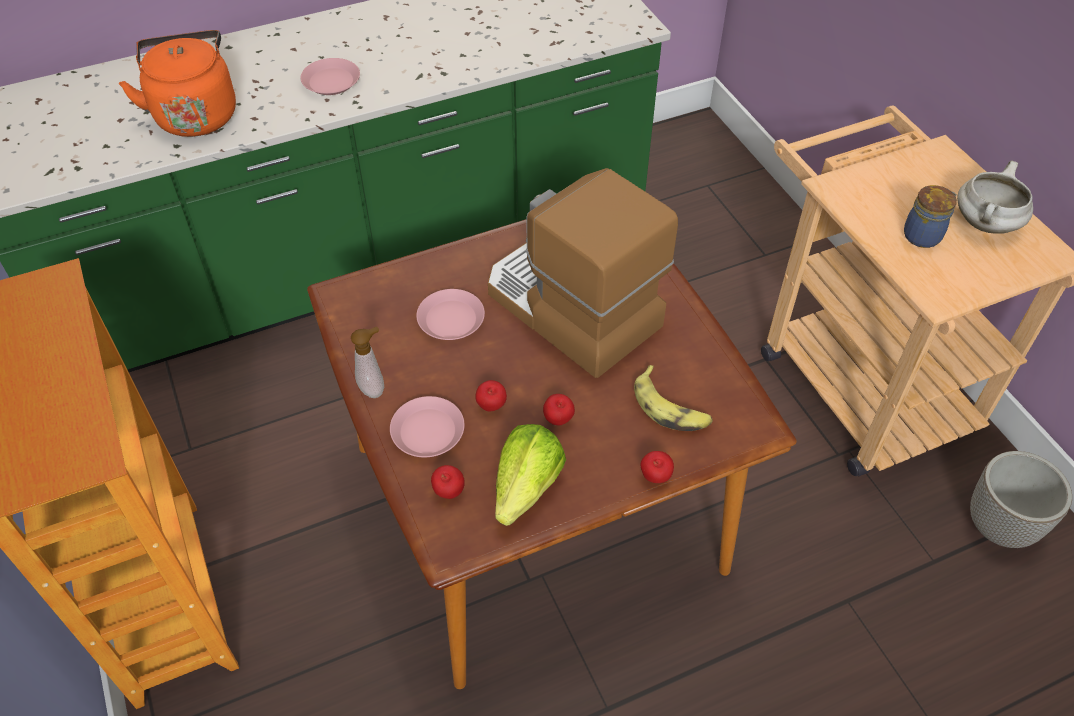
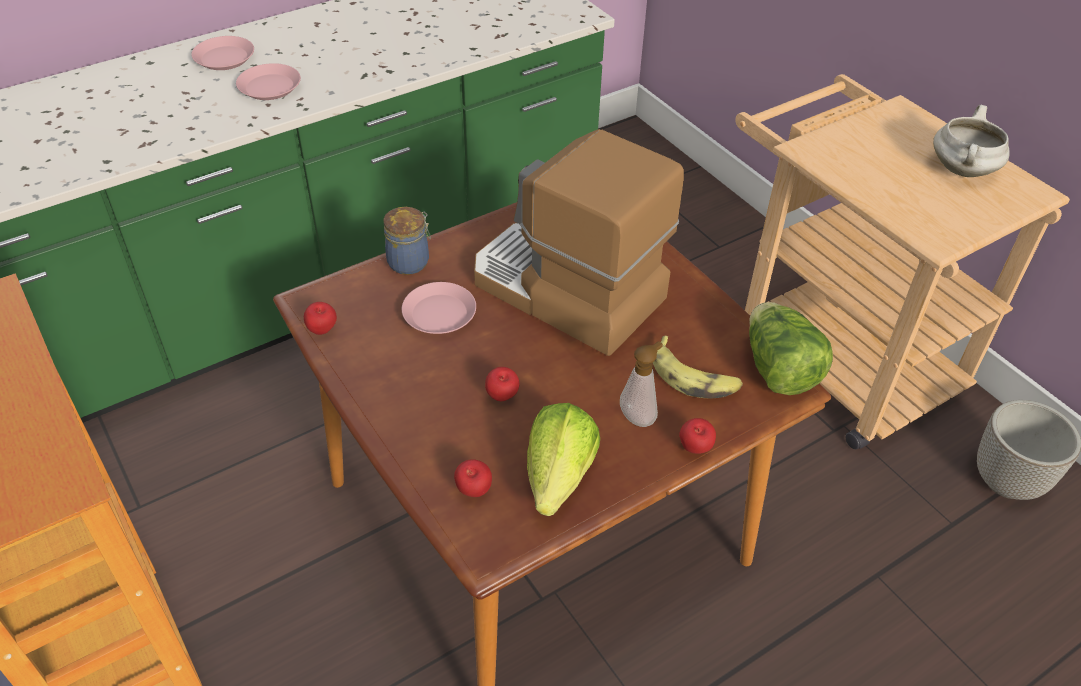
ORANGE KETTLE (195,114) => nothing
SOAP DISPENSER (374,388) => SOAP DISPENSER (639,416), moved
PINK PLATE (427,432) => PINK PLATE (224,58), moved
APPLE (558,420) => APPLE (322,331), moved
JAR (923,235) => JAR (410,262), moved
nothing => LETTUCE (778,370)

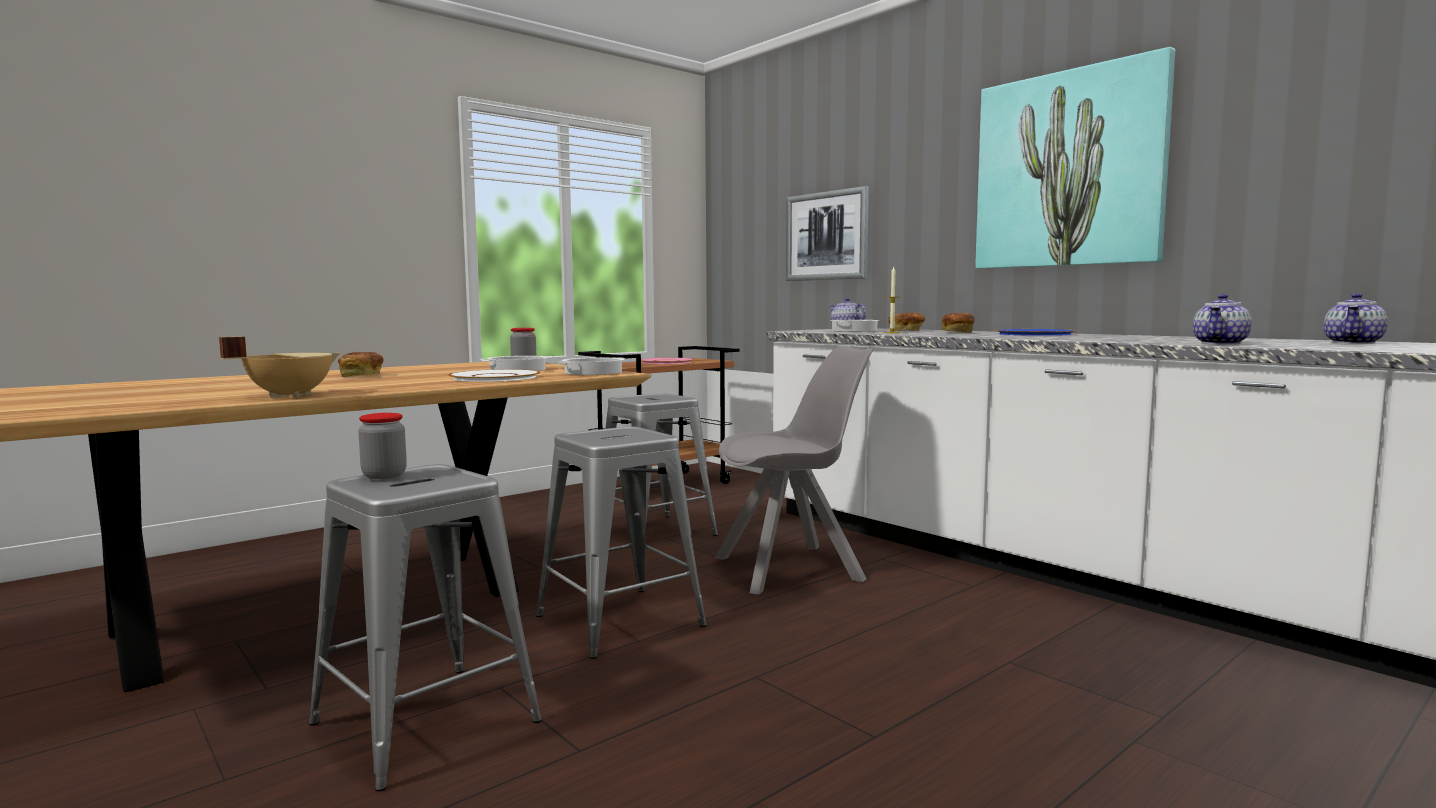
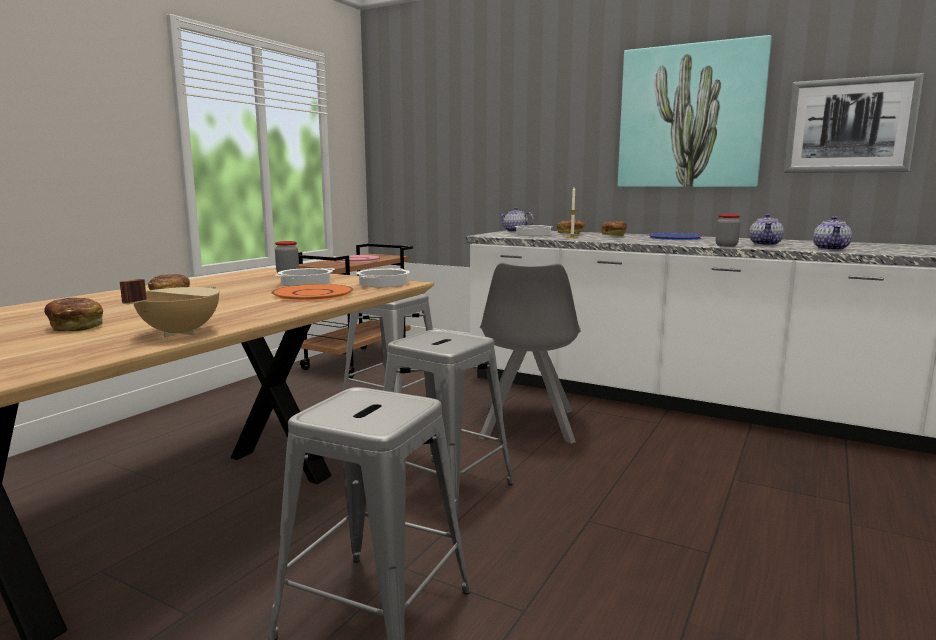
JAR (384,476) => JAR (726,246), moved
WHITE PLATE (495,377) => ORANGE PLATE (313,294)
GREY CHAIR (792,569) => GREY CHAIR (527,425), 135 degrees clockwise
PICTURE (826,236) => PICTURE (849,126), moved
TEAPOT (1354,342) => TEAPOT (765,244), moved
nothing => BREAD (76,327)

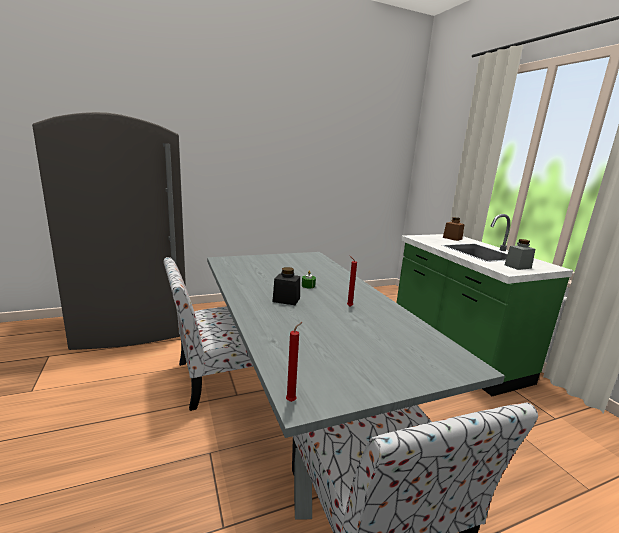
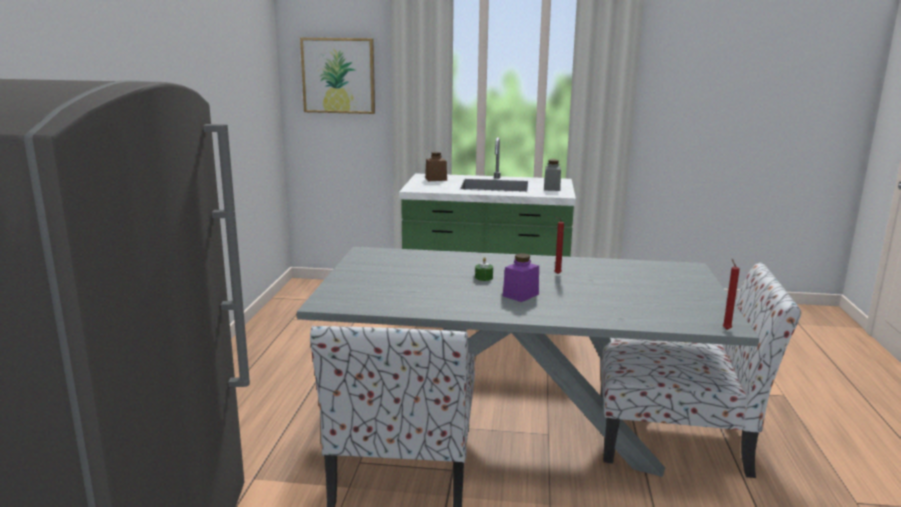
BLACK JAR (286,300) => PURPLE JAR (520,295)
nothing => PICTURE (338,75)

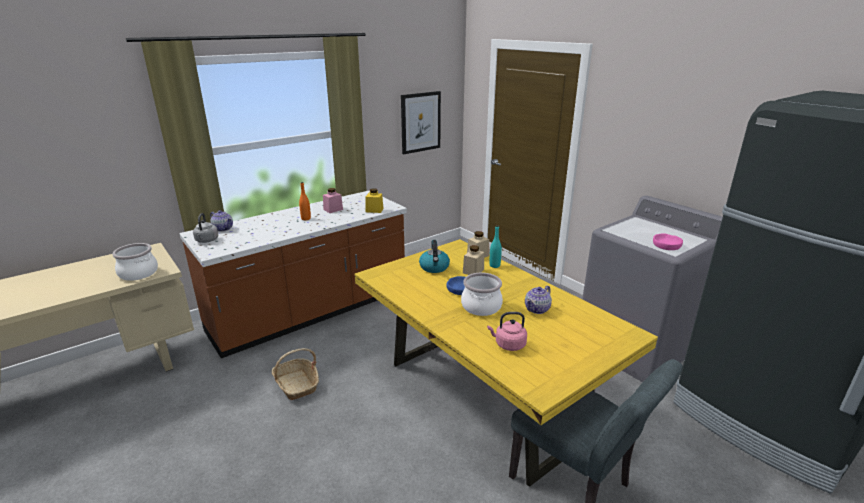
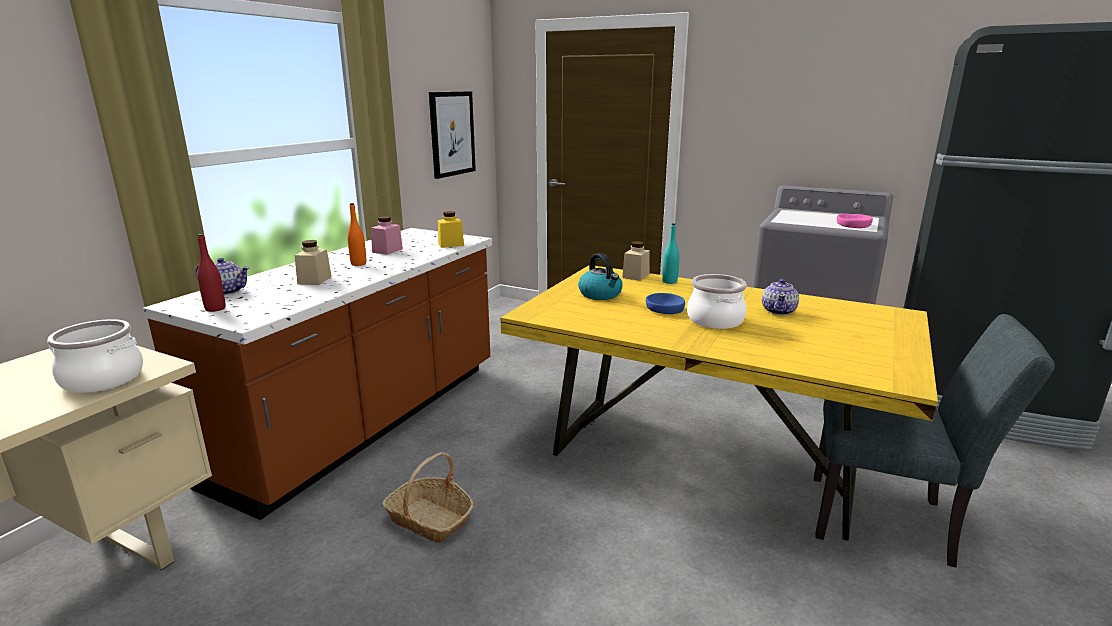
GREY KETTLE (206,241) => RED BOTTLE (215,308)
BEIGE JAR (473,271) => BEIGE JAR (314,280), moved
PINK KETTLE (508,345) => nothing

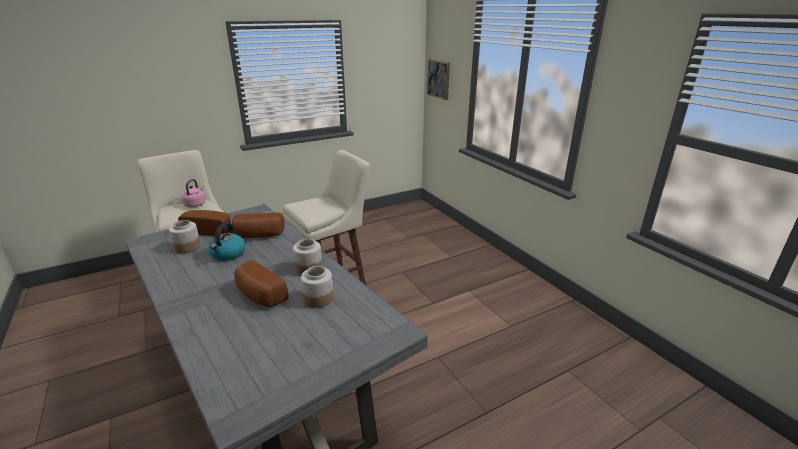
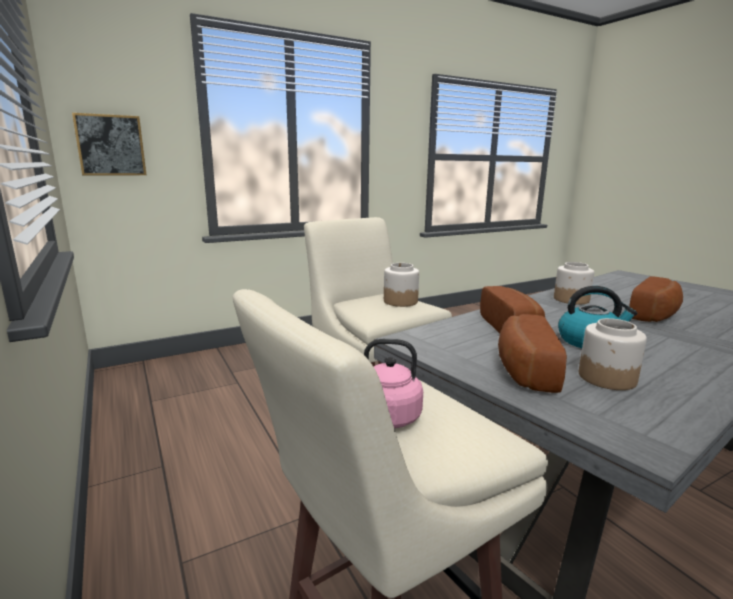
JAR (319,298) => JAR (400,301), moved

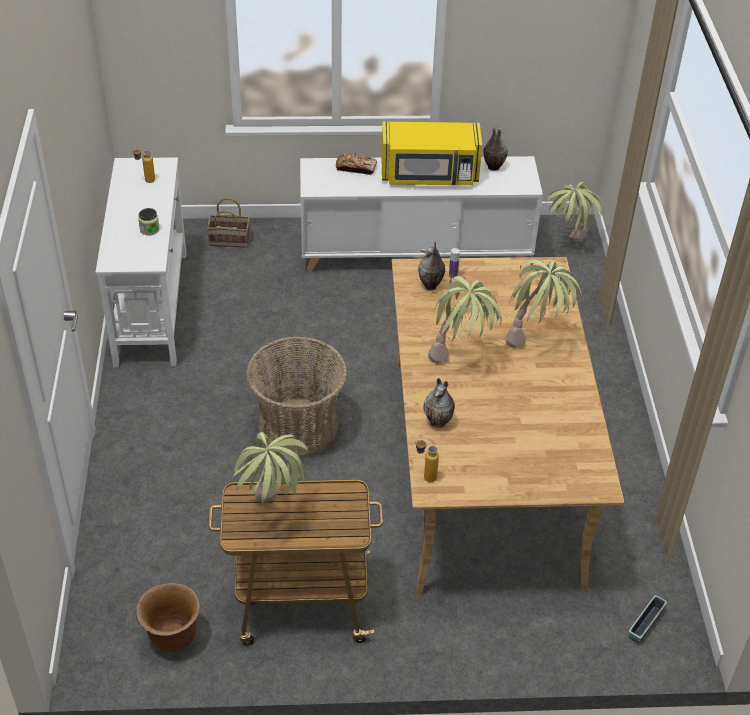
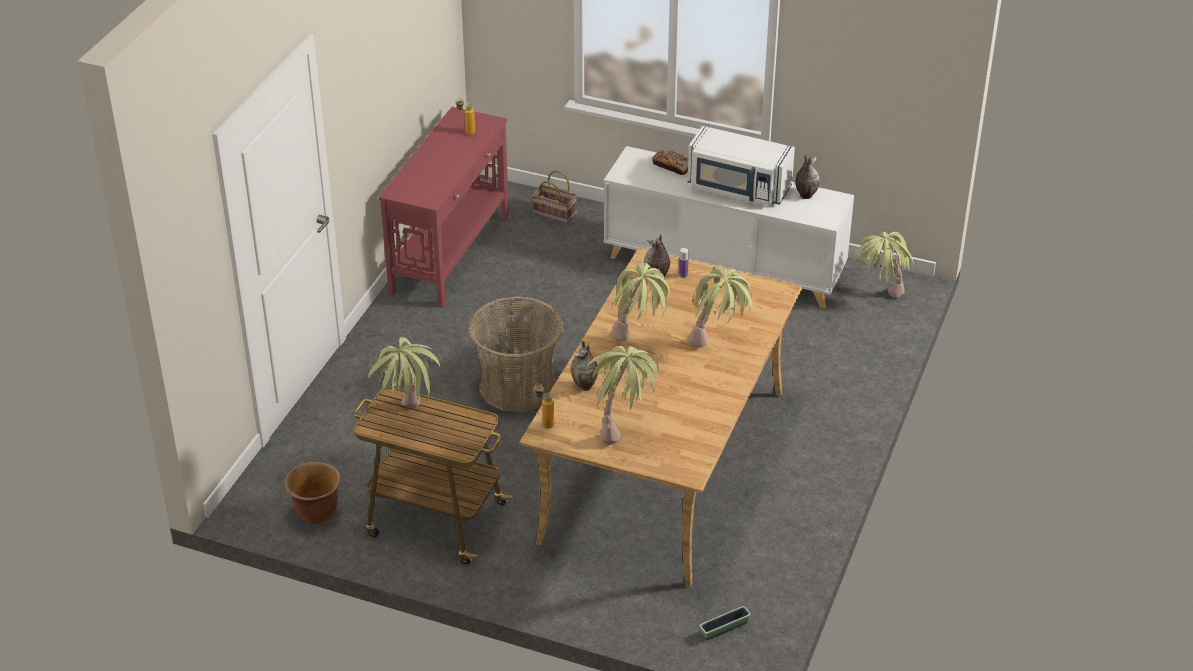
WHITE CONSOLE TABLE (152,306) => RED CONSOLE TABLE (451,253)
JAR (149,229) => nothing
YELLOW MICROWAVE (429,175) => WHITE MICROWAVE (738,188)
nothing => POTTED PLANT (624,428)

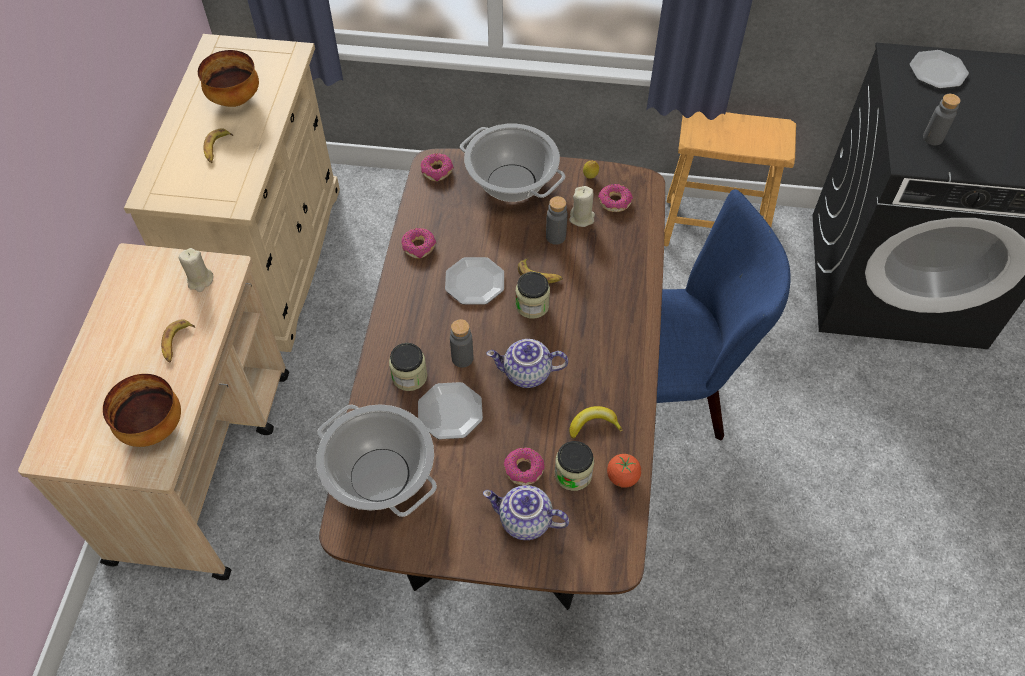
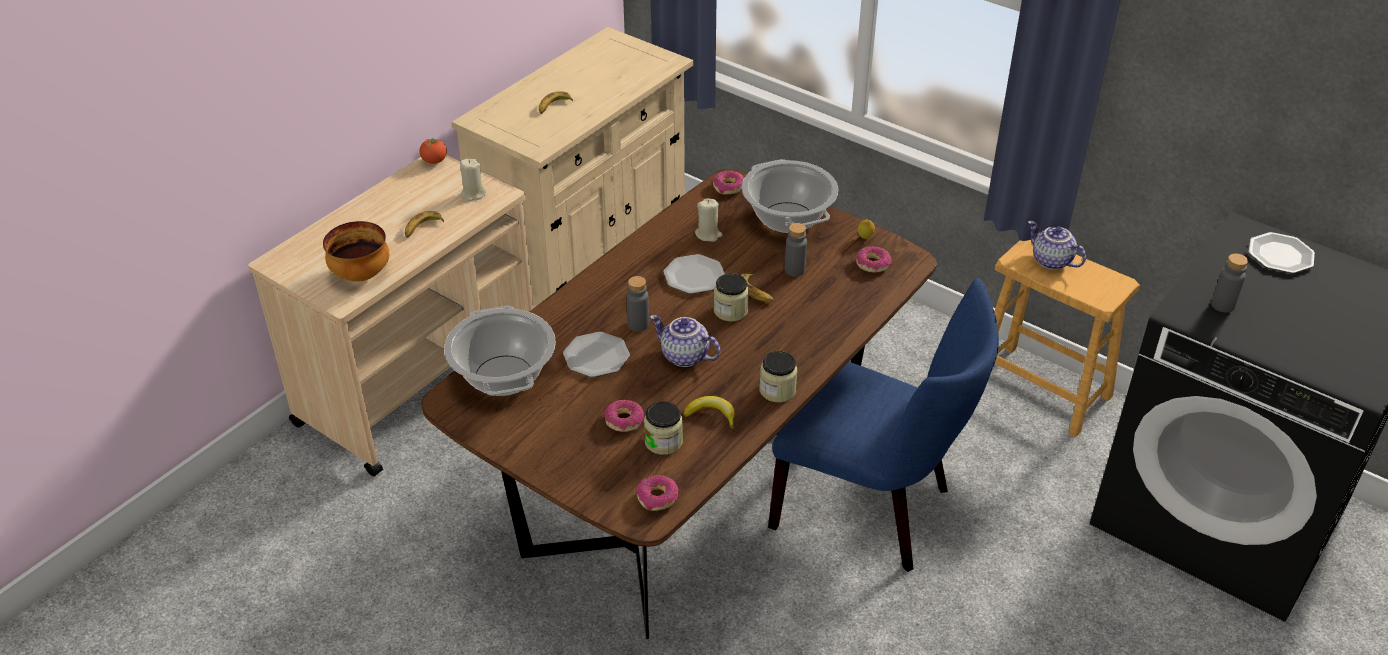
BOWL (236,99) => nothing
JAR (409,376) => JAR (777,390), moved
DONUT (419,247) => DONUT (658,498), moved
TEAPOT (524,522) => TEAPOT (1050,261), moved
BEIGE CANDLE (582,218) => BEIGE CANDLE (708,234), moved
TOMATO (622,477) => TOMATO (434,161), moved

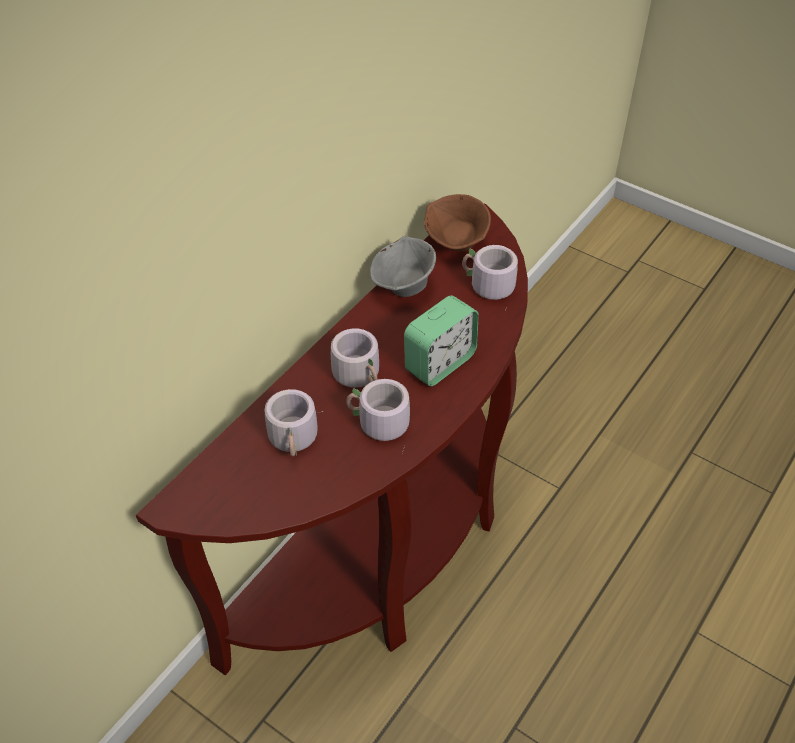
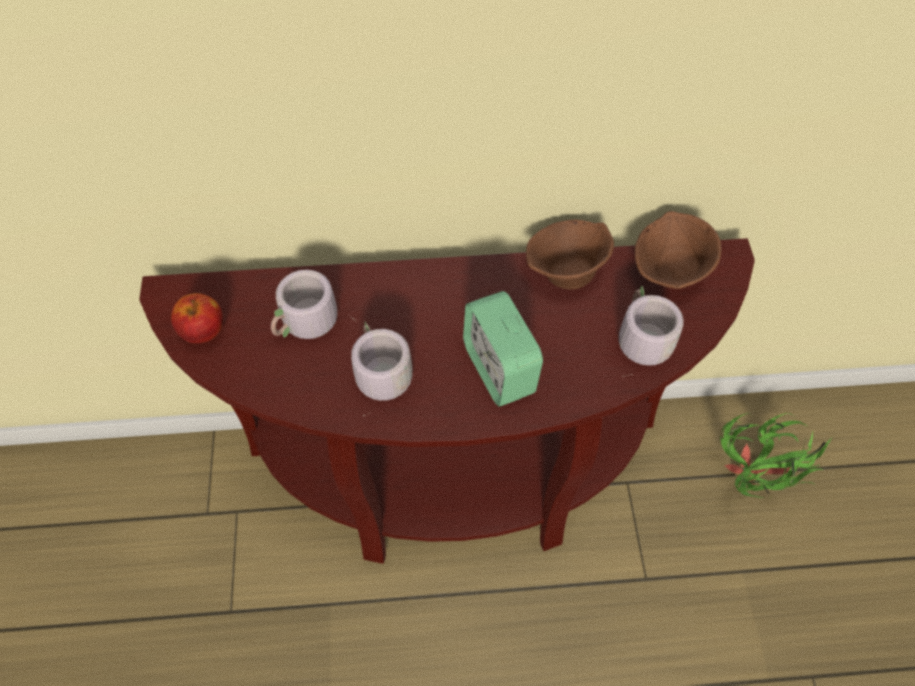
GREY MUG (361,375) => nothing
GREY BOWL (403,287) => BROWN BOWL (565,273)
ALARM CLOCK (440,363) => ALARM CLOCK (499,369), 60 degrees clockwise
nothing => APPLE (203,331)
nothing => POTTED PLANT (751,484)

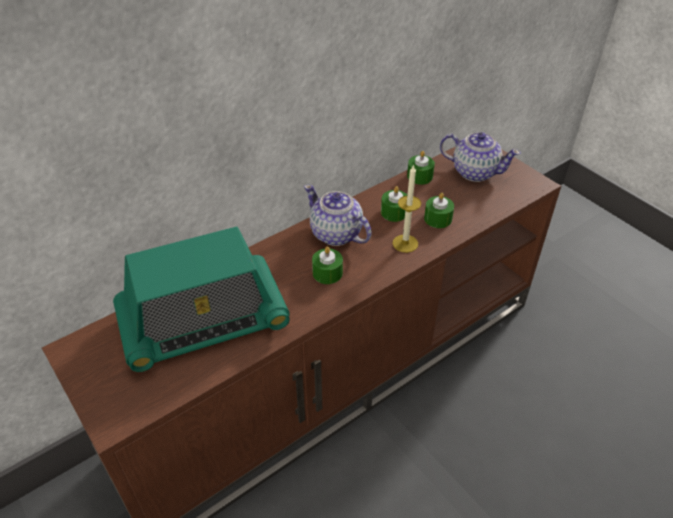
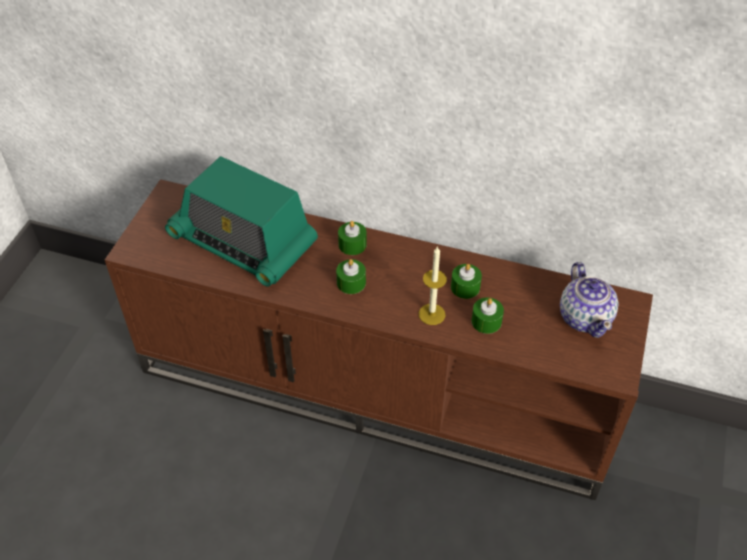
TEAPOT (336,234) => nothing
GREEN CANDLE (419,176) => GREEN CANDLE (352,244), moved

